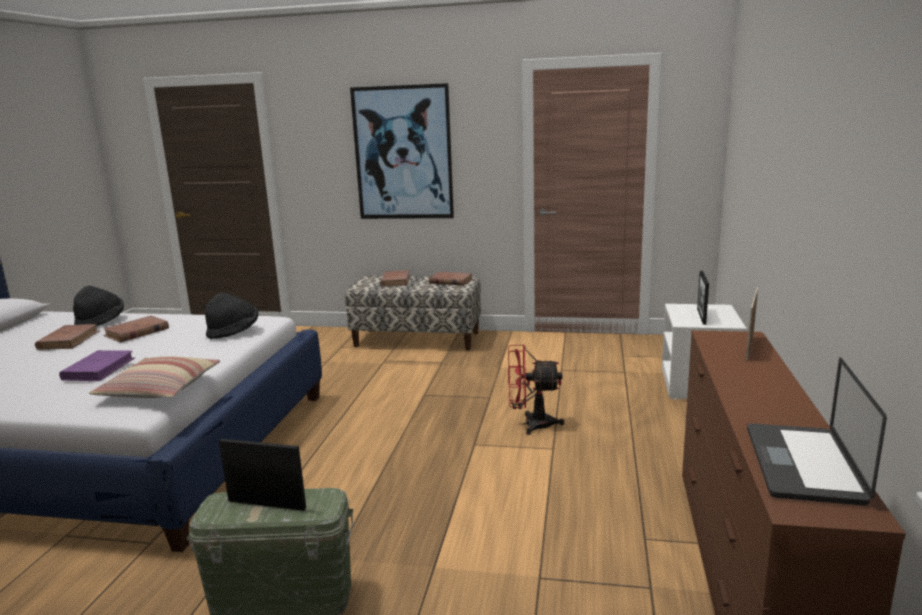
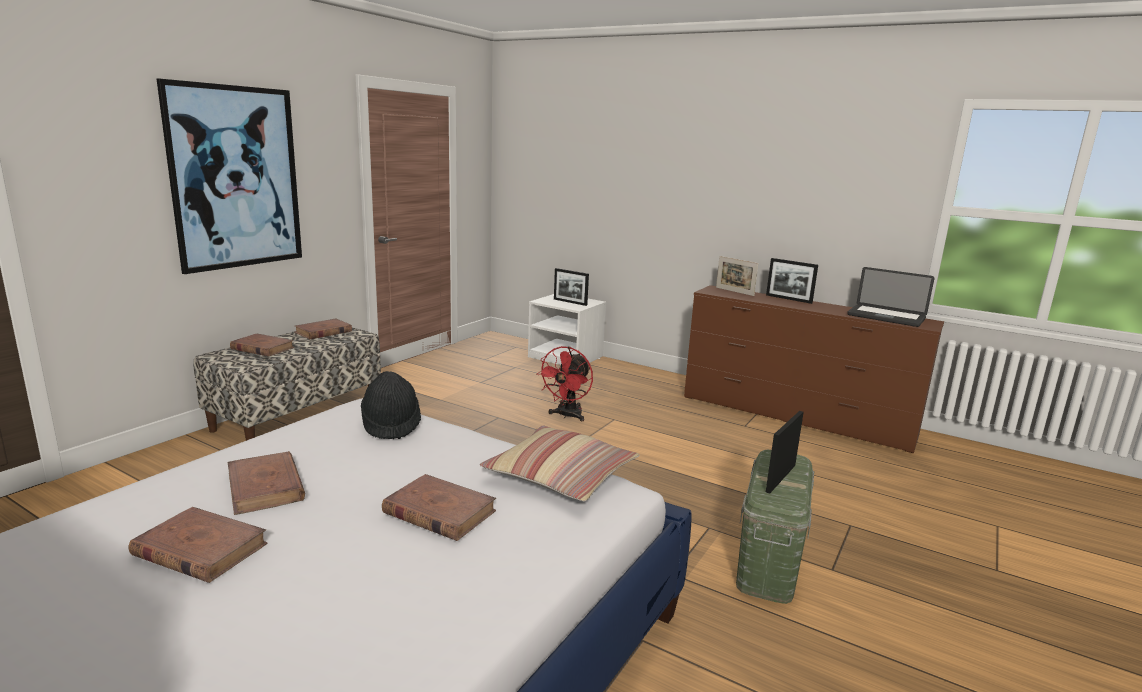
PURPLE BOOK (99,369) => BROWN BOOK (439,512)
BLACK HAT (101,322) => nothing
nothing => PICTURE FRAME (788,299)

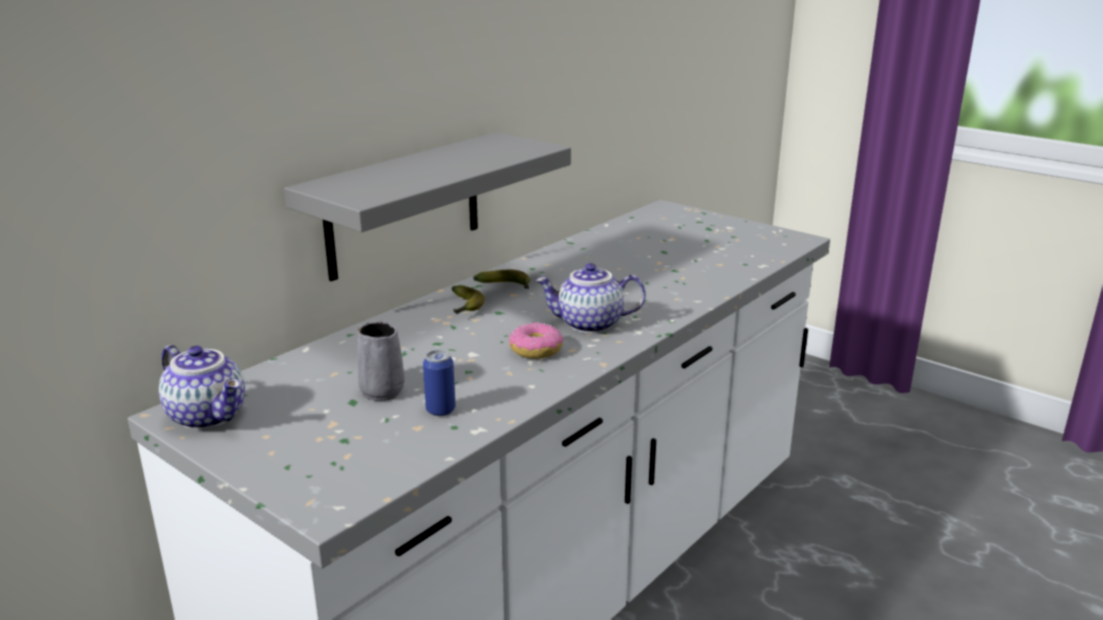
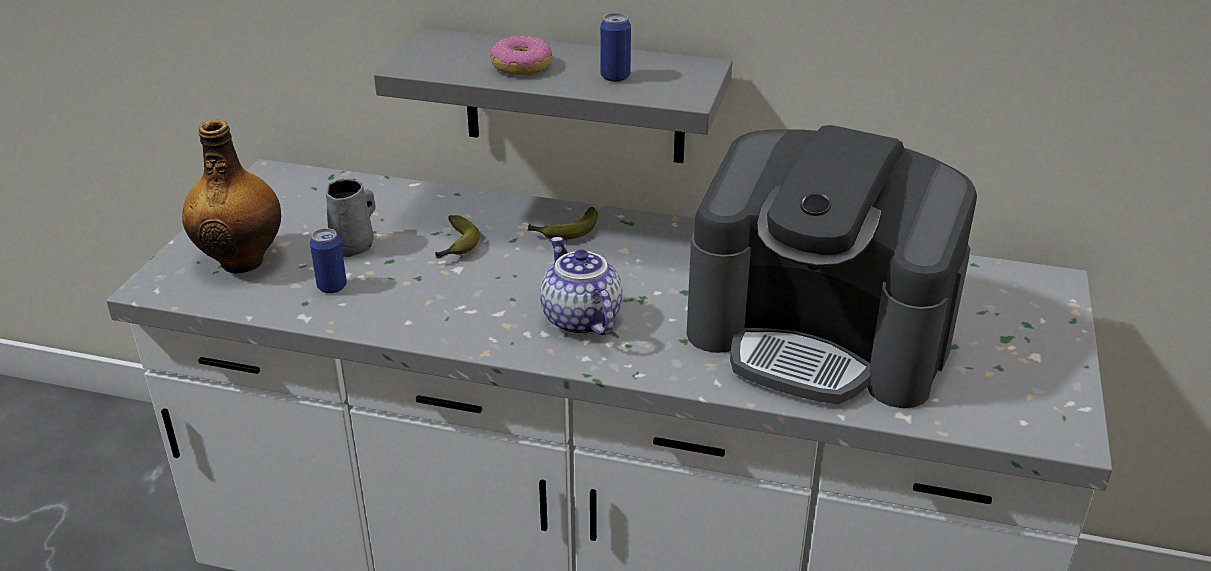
TEAPOT (209,416) => nothing
BANANA (507,287) => BANANA (456,246), moved
DONUT (536,350) => DONUT (521,66), moved
nothing => BOTTLE (242,260)
nothing => CAN (615,77)
nothing => COFFEE MACHINE (821,336)

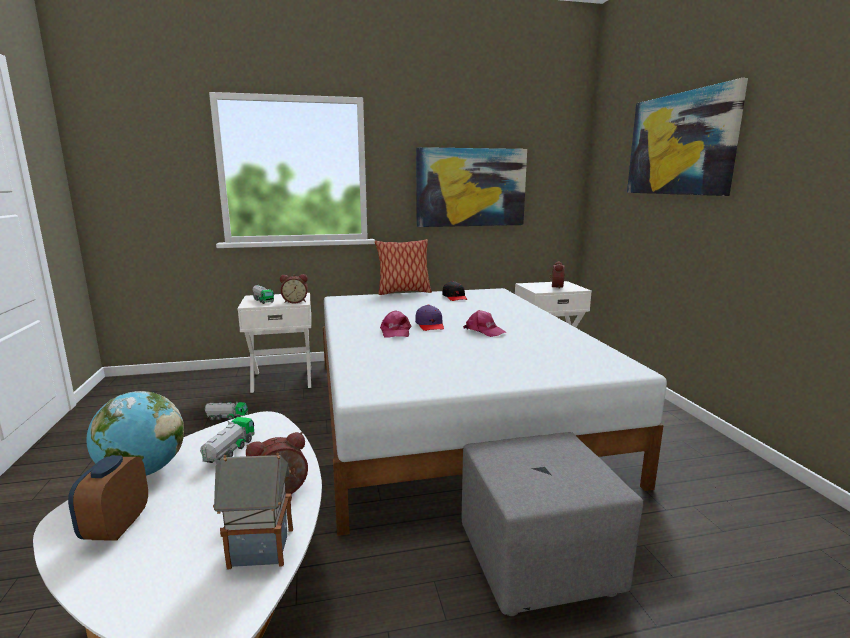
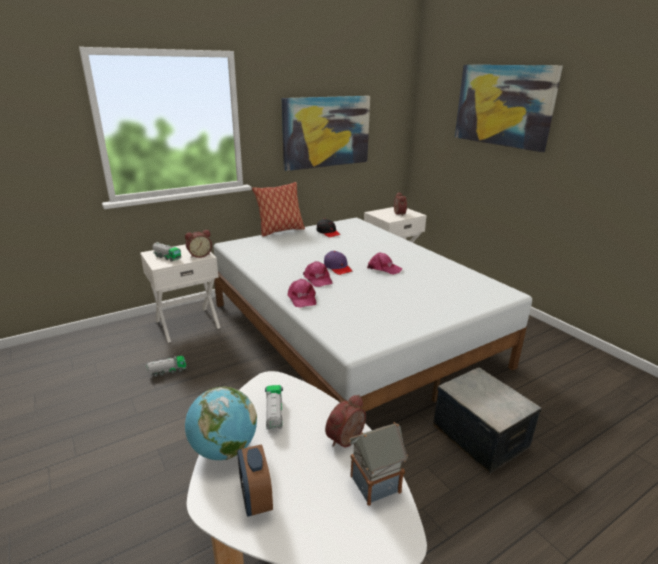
GREY OTTOMAN (538,561) => STORAGE BOX (480,436)
nothing => PINK CAP (302,298)

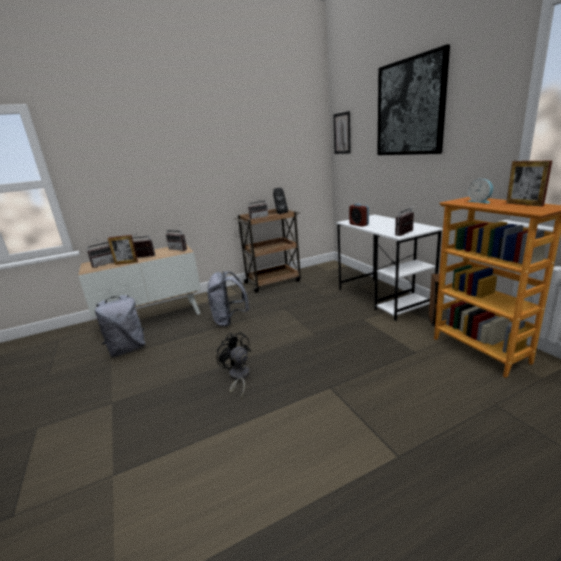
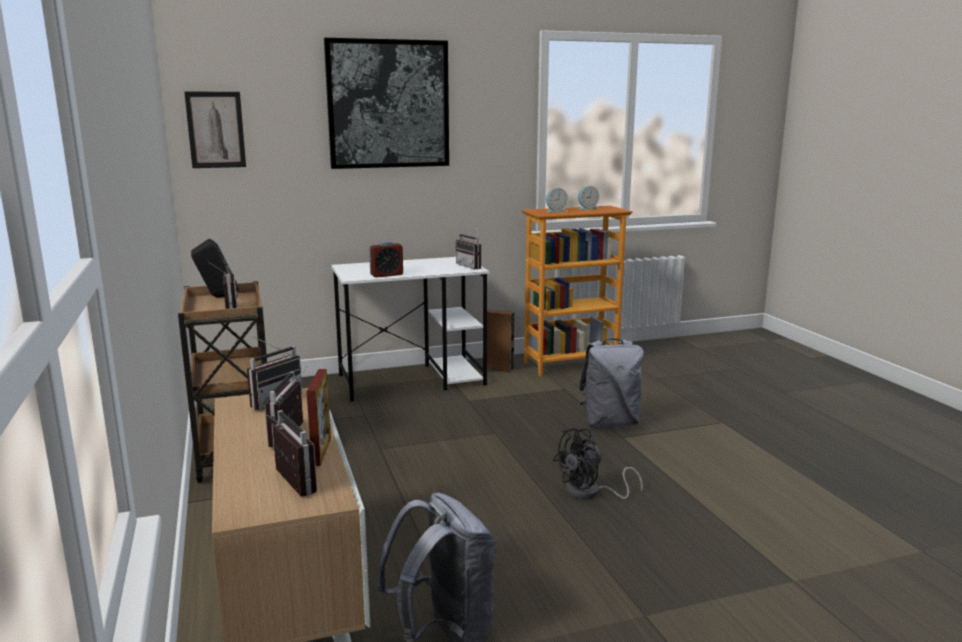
GREY BACKPACK (229,320) => GREY BACKPACK (610,423), moved
PICTURE FRAME (524,204) => ALARM CLOCK (587,208)

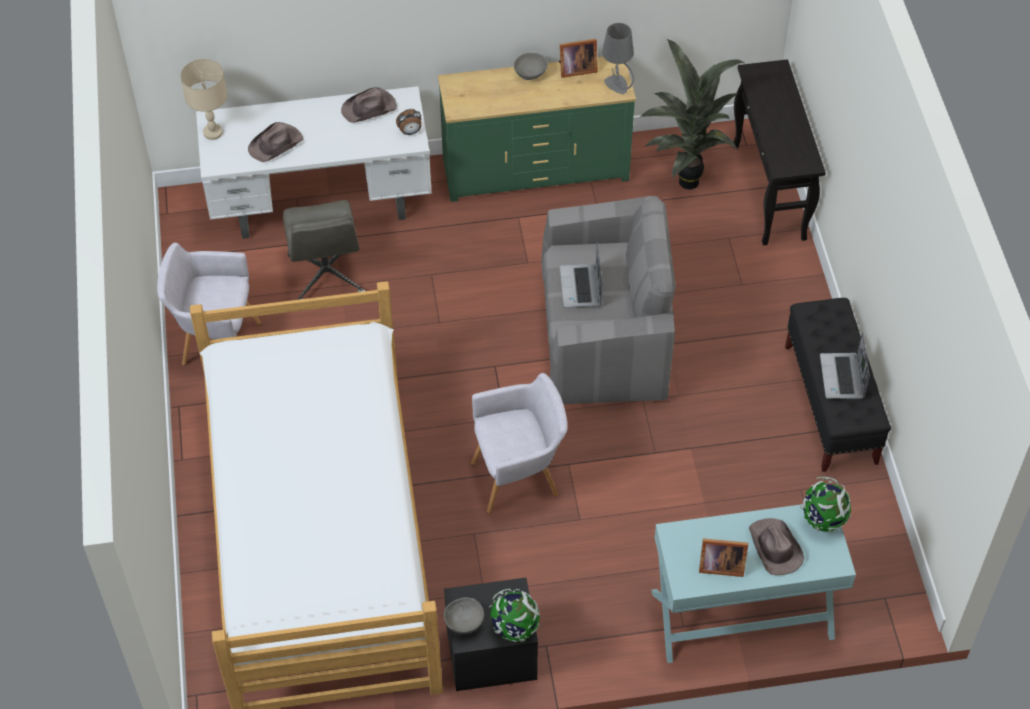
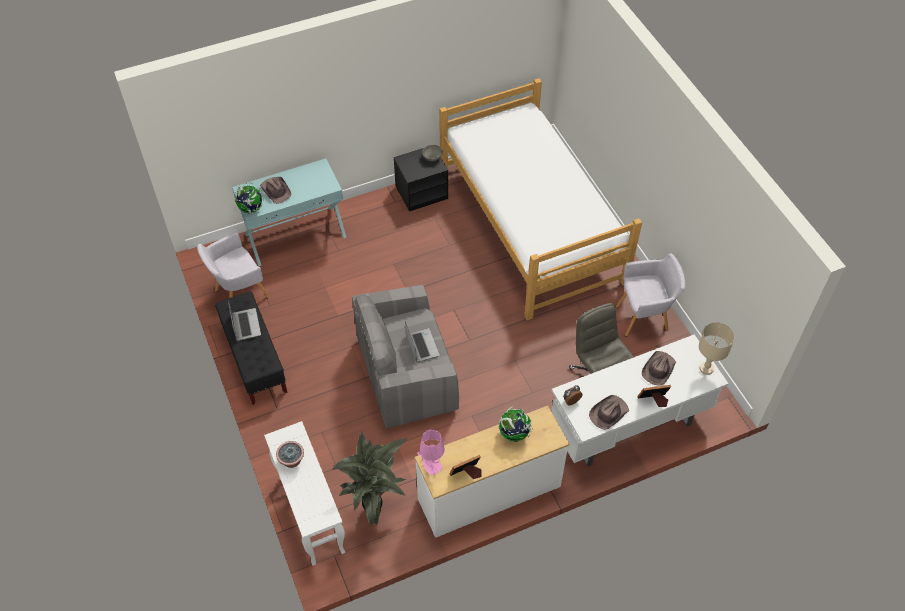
GREEN DRESSER (535,169) => WHITE DRESSER (489,493)
GREY ARMCHAIR (519,478) => GREY ARMCHAIR (239,294), moved
GLOBE (514,628) => GLOBE (514,433), moved
GREY BOWL (531,74) => nothing
GREY TABLE LAMP (617,85) => PINK TABLE LAMP (431,465)
PICTURE FRAME (719,565) => PICTURE FRAME (653,400), moved
BLACK CONSOLE TABLE (769,193) => WHITE CONSOLE TABLE (311,514)
nothing => POTTED PLANT (291,461)

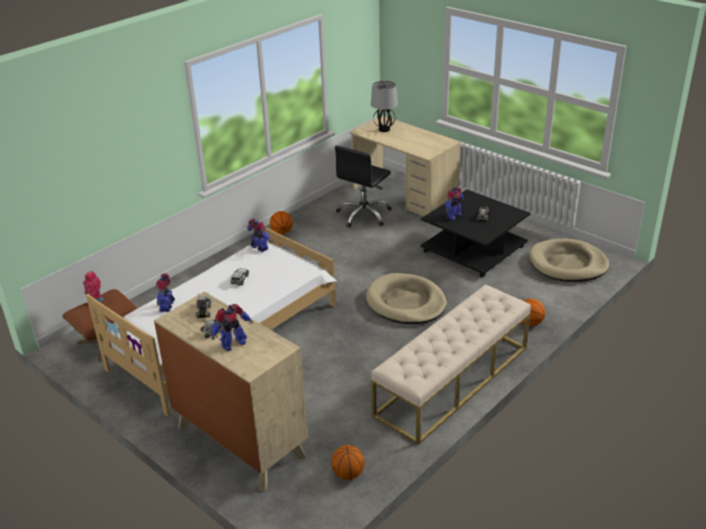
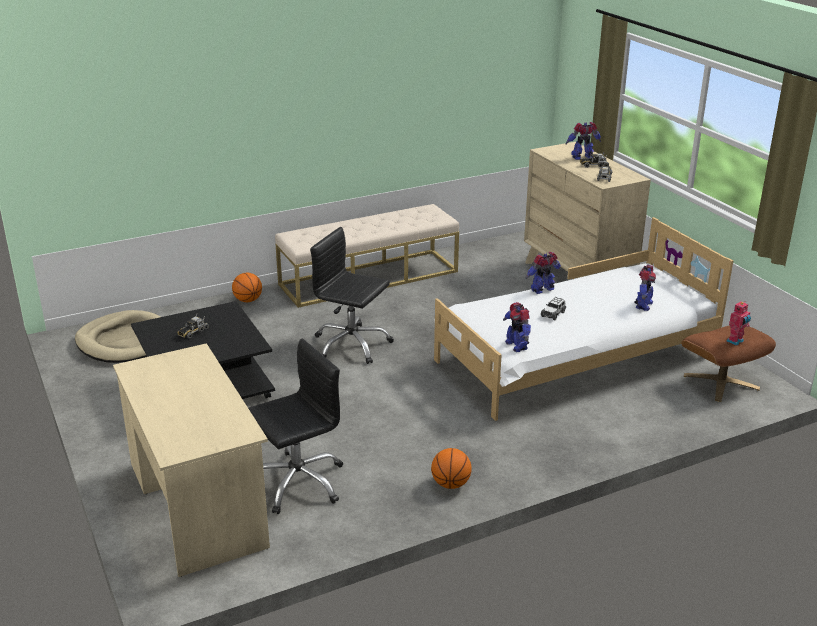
BASKETBALL (348,474) => nothing
BEIGE DOG BED (406,302) => BLACK OFFICE CHAIR (351,345)
TABLE LAMP (384,129) => nothing
TOY ROBOT (453,216) => TOY ROBOT (543,290), moved

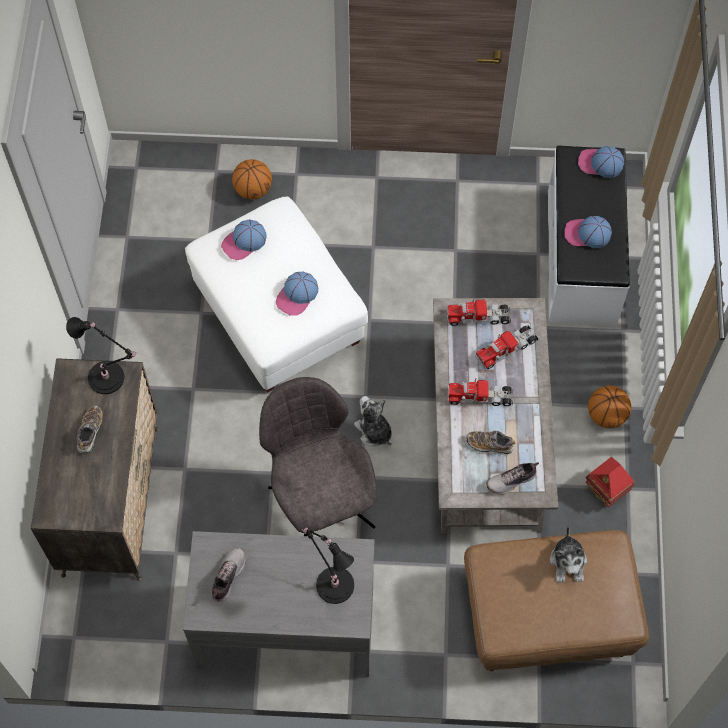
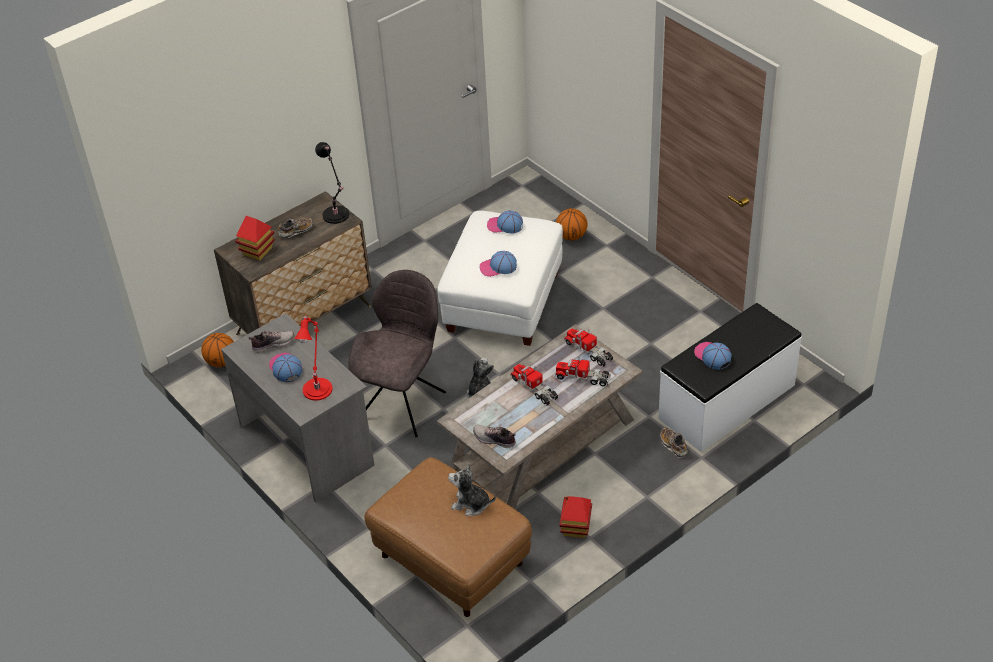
BLACK TABLE LAMP (333,582) => RED TABLE LAMP (318,387)
SHOE (489,445) => SHOE (673,445), moved
PLUSH TOY (568,562) => PLUSH TOY (471,504), 60 degrees clockwise
CAP (600,164) => CAP (285,368), moved
BASKETBALL (606,415) => BASKETBALL (221,362), moved
nothing => TOY HOUSE (258,251)

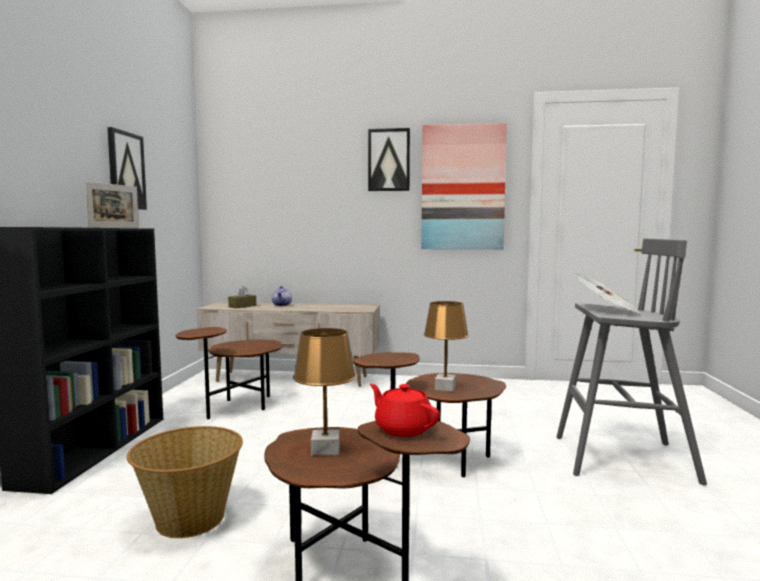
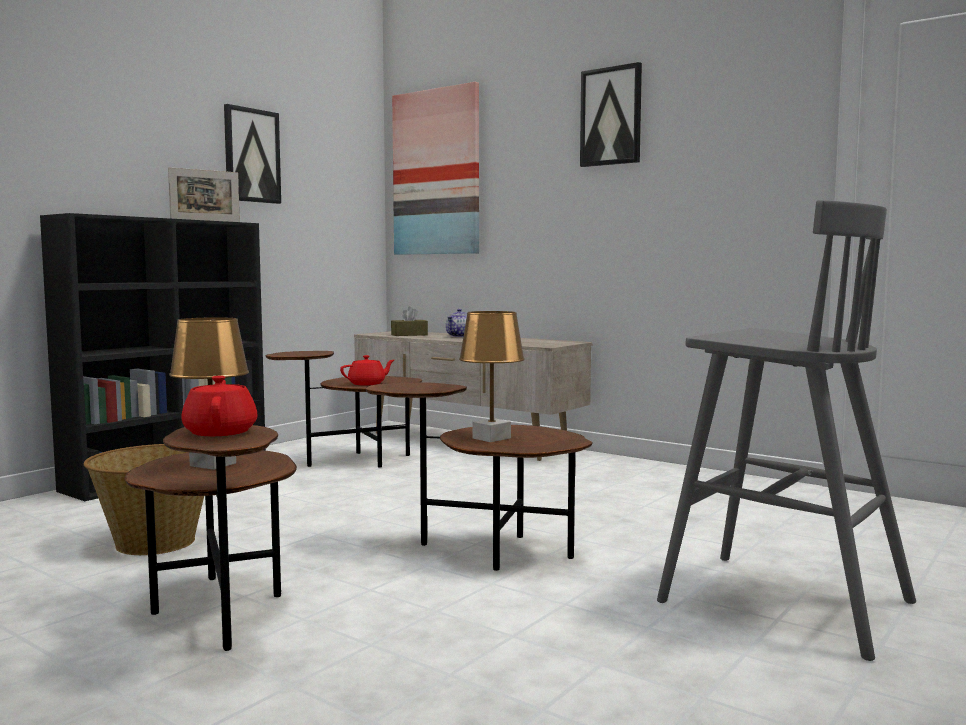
PICTURE (463,187) => PICTURE (436,172), moved
NEWSPAPER (607,311) => nothing
nothing => RED TEAPOT (367,384)

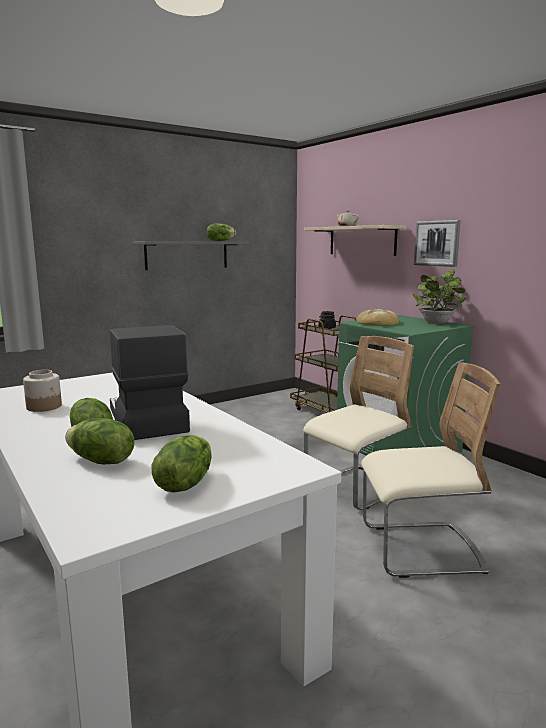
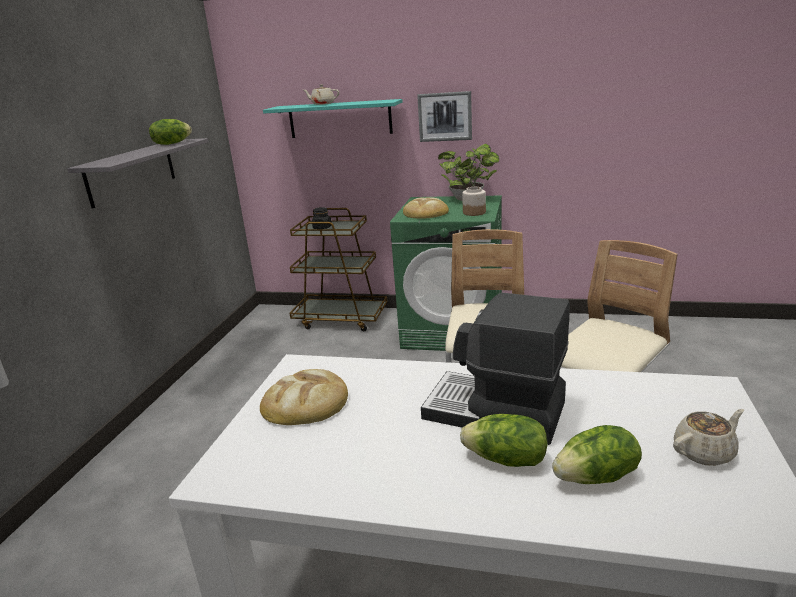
JAR (44,406) => JAR (474,212), moved
LETTUCE (184,483) => BEIGE TEAPOT (705,452)
BEIGE SHELF (362,241) => TURQUOISE SHELF (339,119)
nothing => BREAD (306,402)

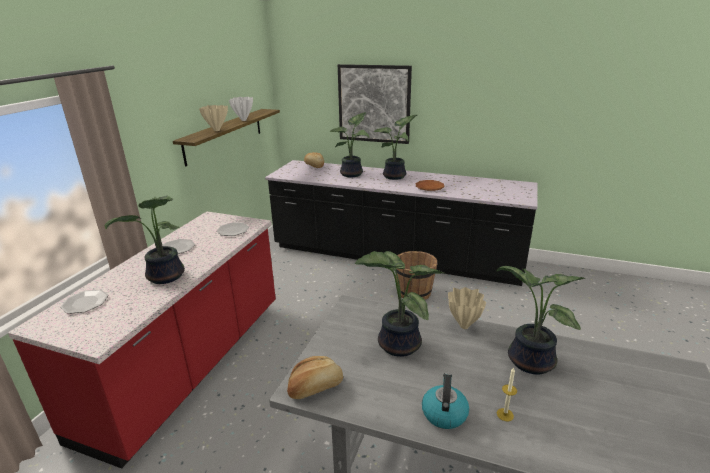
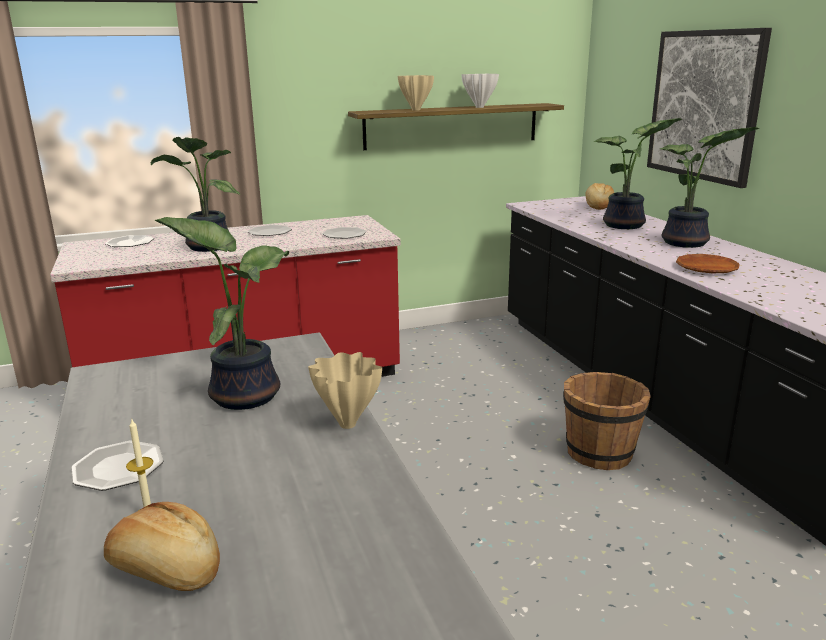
BREAD (315,387) => BREAD (165,570), moved
KETTLE (444,413) => PLATE (118,467)
POTTED PLANT (527,361) => nothing

